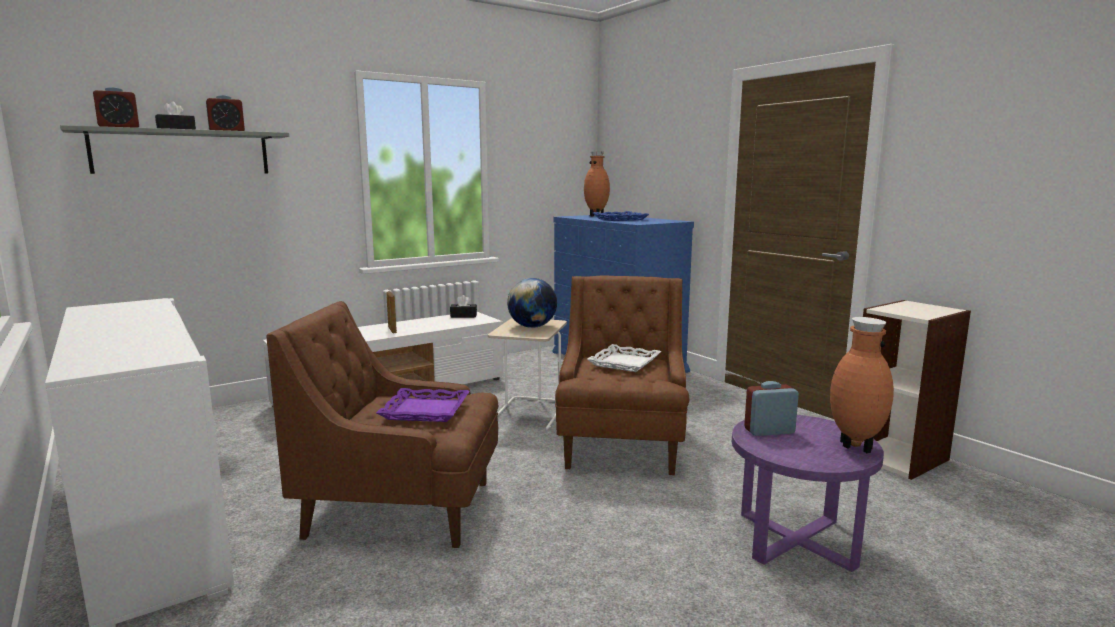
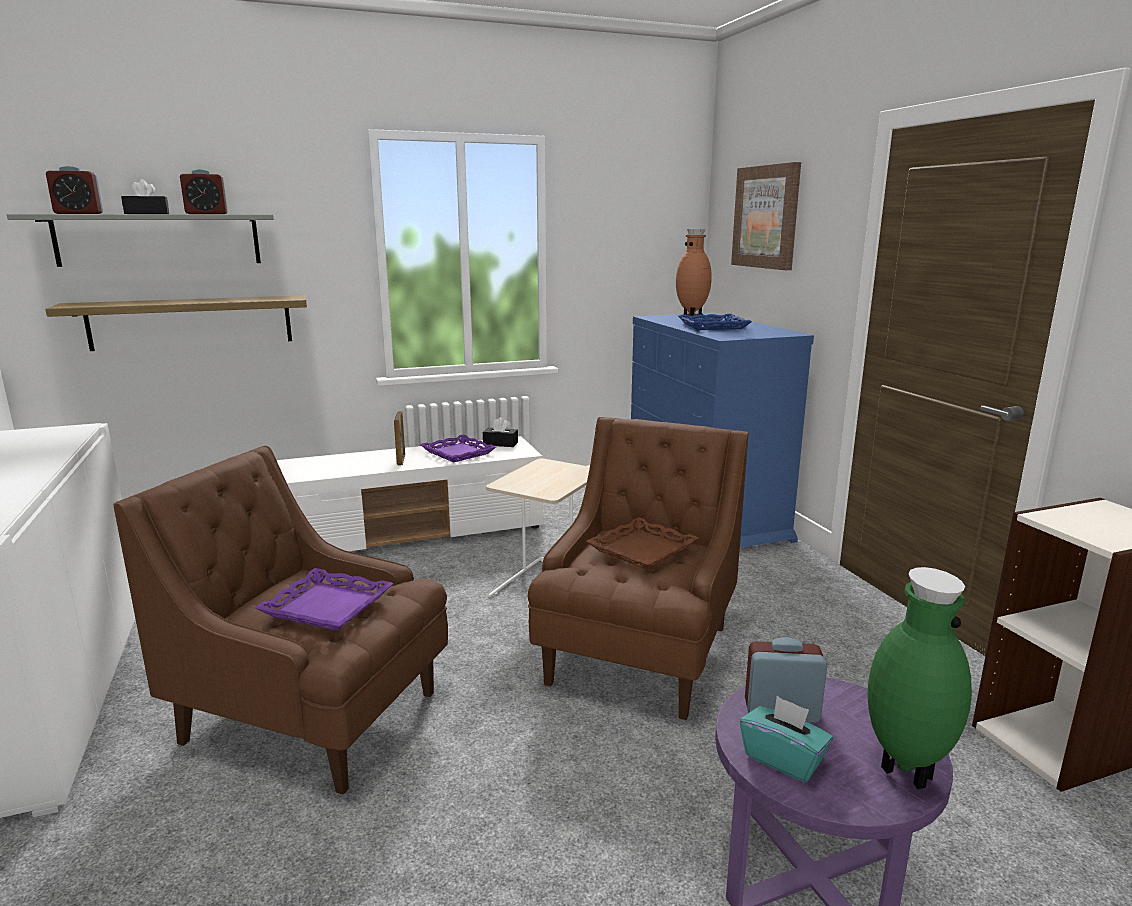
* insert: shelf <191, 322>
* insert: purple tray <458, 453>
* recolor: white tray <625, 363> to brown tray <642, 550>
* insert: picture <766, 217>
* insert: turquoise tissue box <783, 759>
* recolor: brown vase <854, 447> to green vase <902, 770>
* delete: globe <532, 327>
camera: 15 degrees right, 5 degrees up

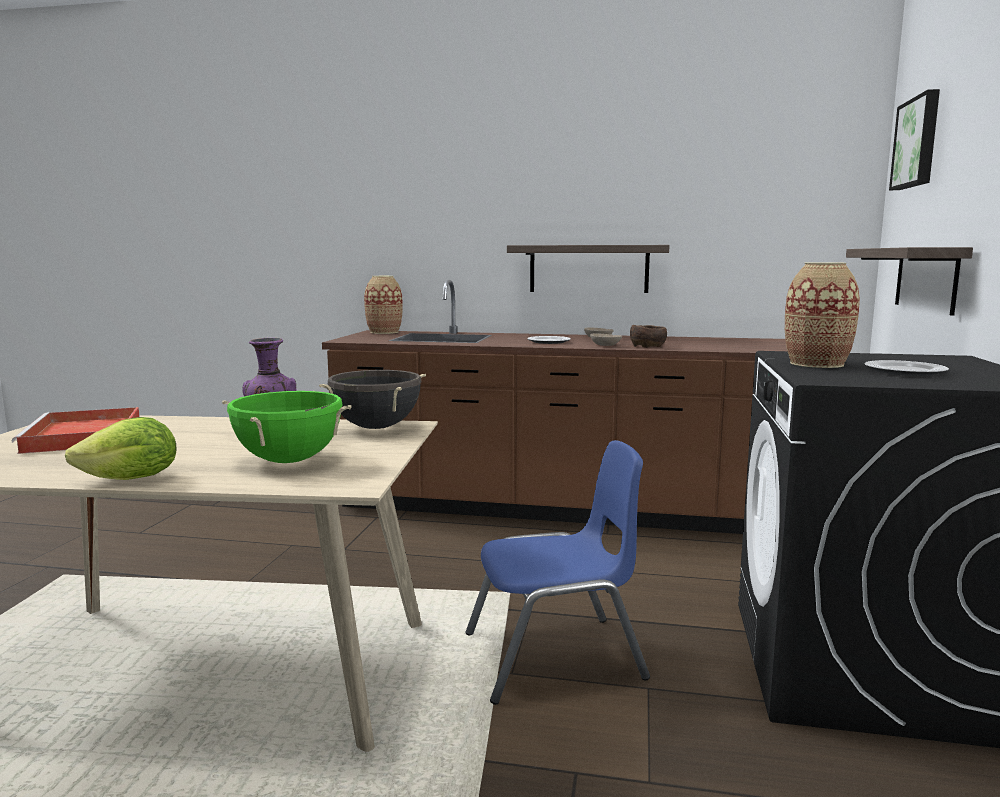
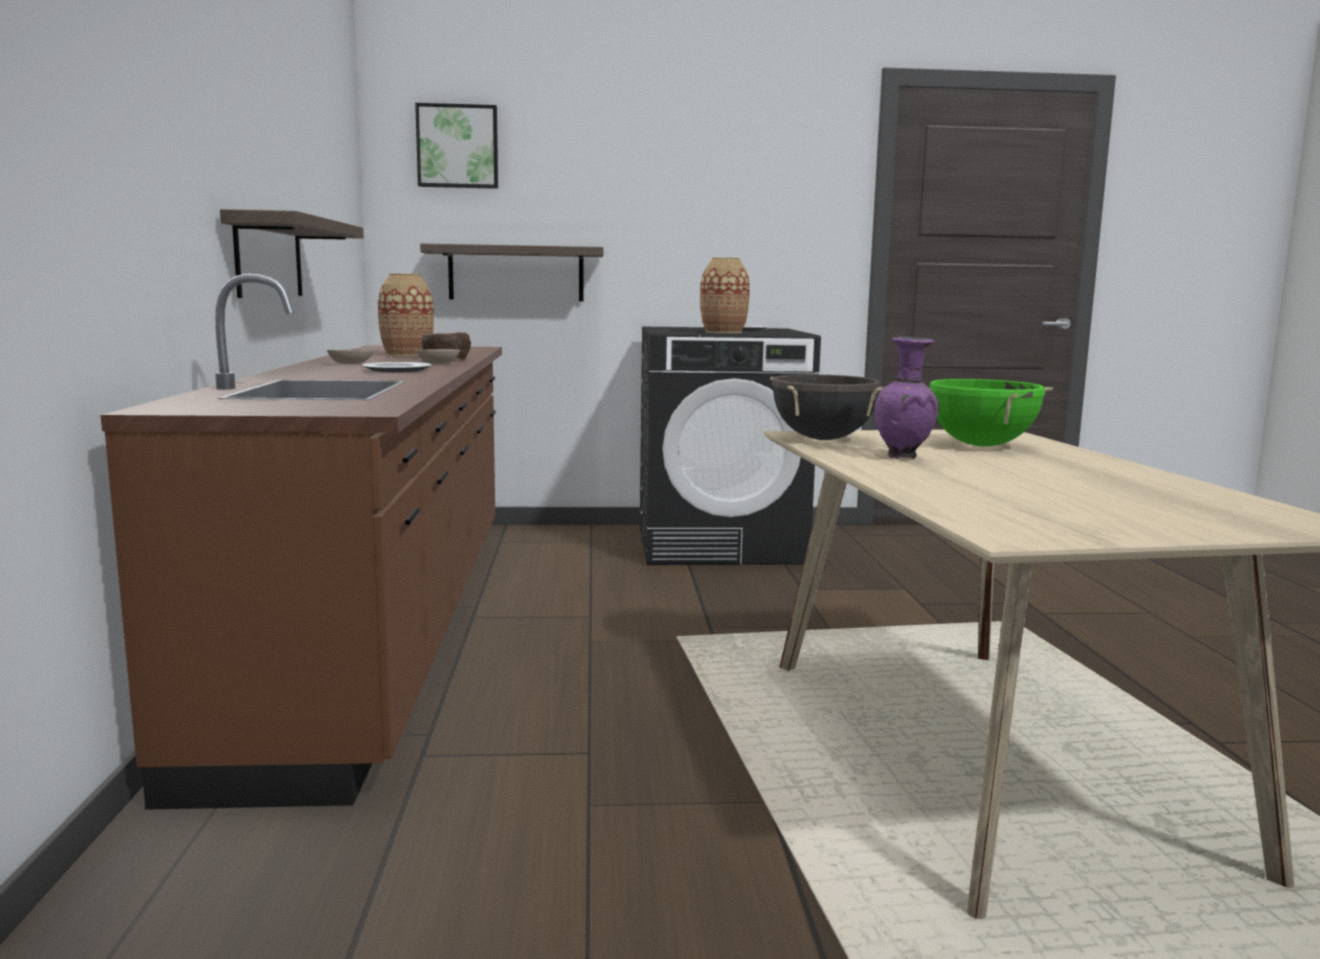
* move: vase <384, 332> to <407, 355>
* delete: red tray <84, 436>
* delete: lettuce <131, 480>
* delete: blue chair <554, 657>
camera: 105 degrees left, 0 degrees up

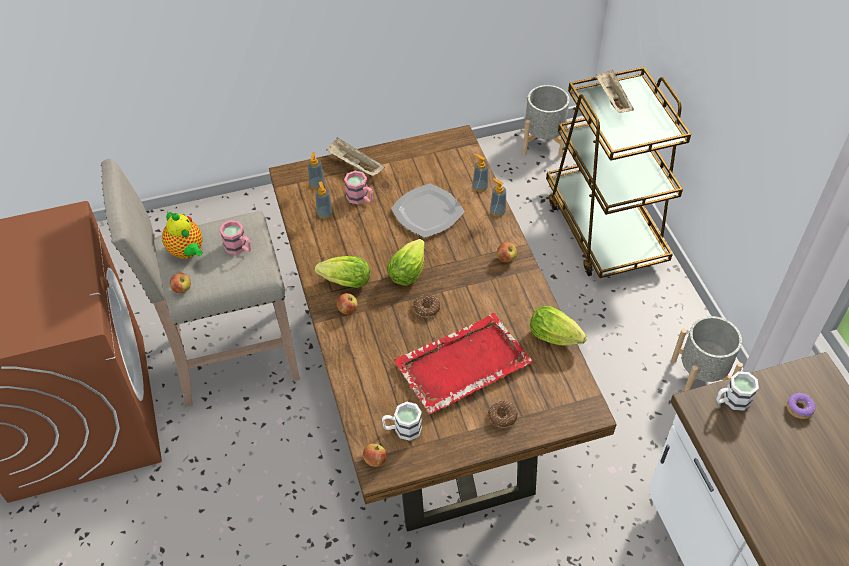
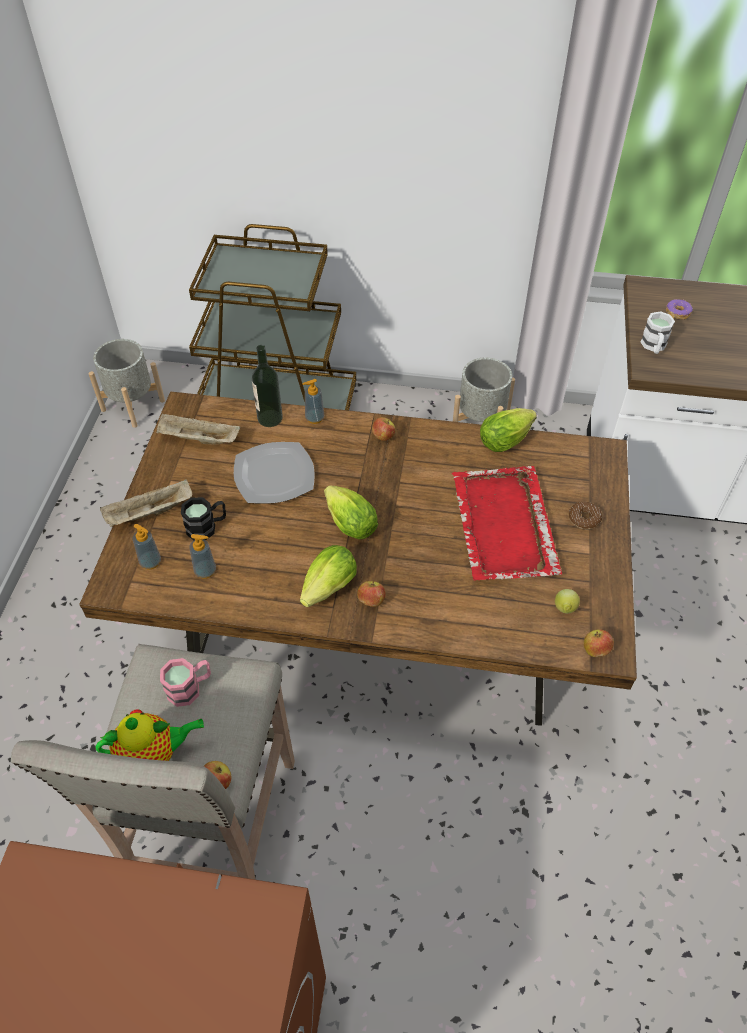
* move: beige tray <612, 99> to <198, 439>
* recolor: pink mug <360, 198> to black mug <207, 527>
* replace: soap dispenser <480, 187> to bottle <270, 418>
* replace: white mug <402, 429> to lemon <564, 609>
* delete: donut <426, 308>
camera: 65 degrees left, 0 degrees up

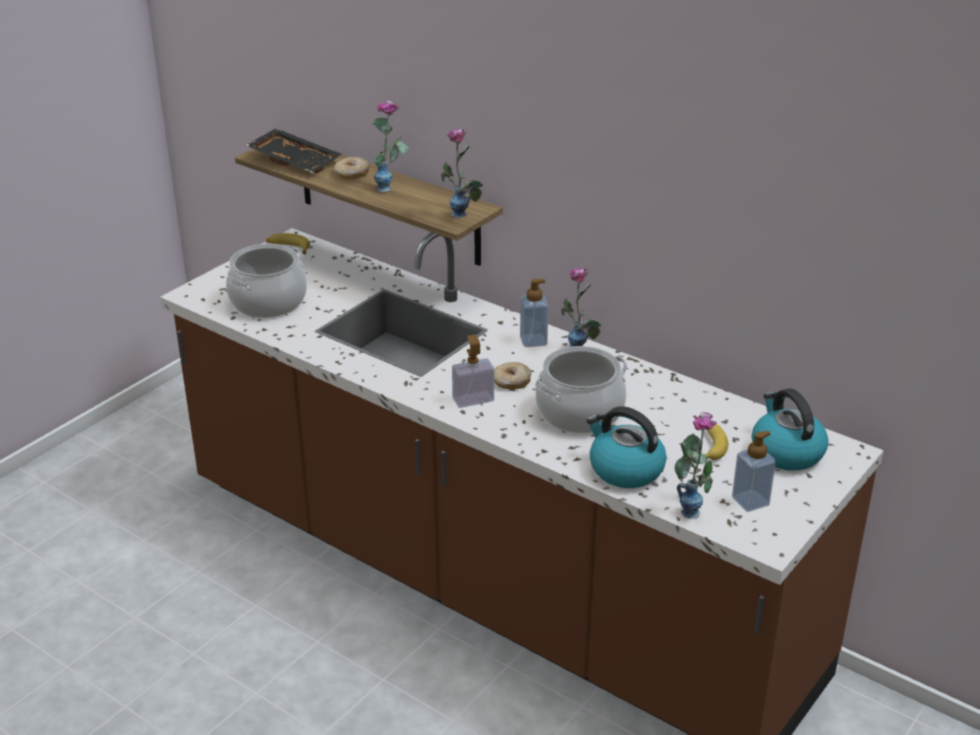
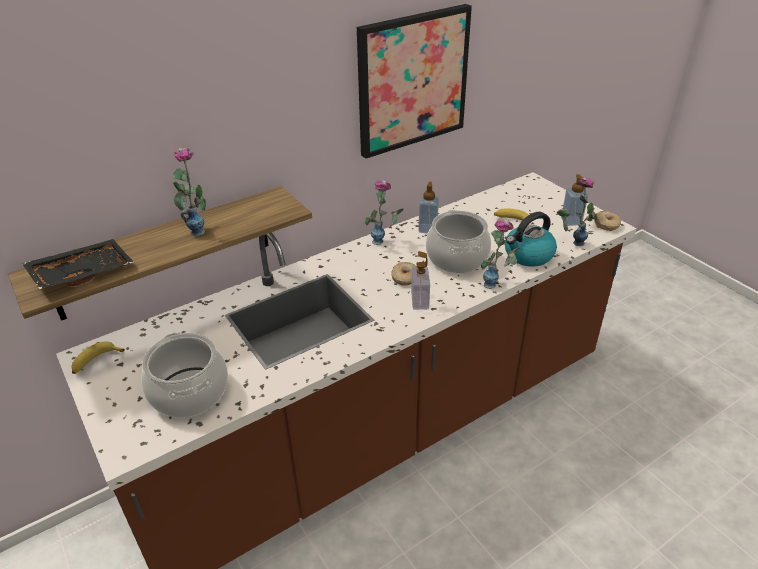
* insert: picture <412, 80>
* move: soap dispenser <533, 341> to <428, 229>
* move: vase <462, 219> to <498, 285>
* move: donut <352, 174> to <606, 225>
* delete: kettle <786, 452>
camera: 70 degrees left, 5 degrees up

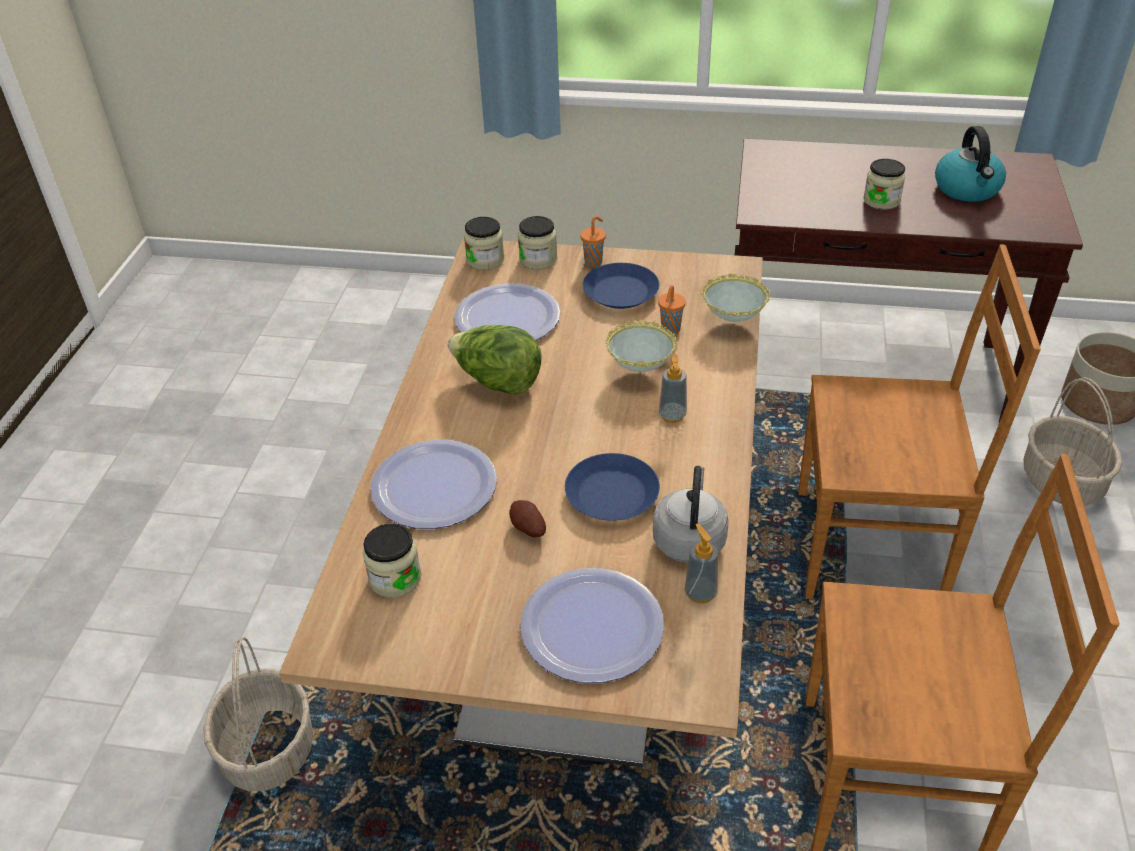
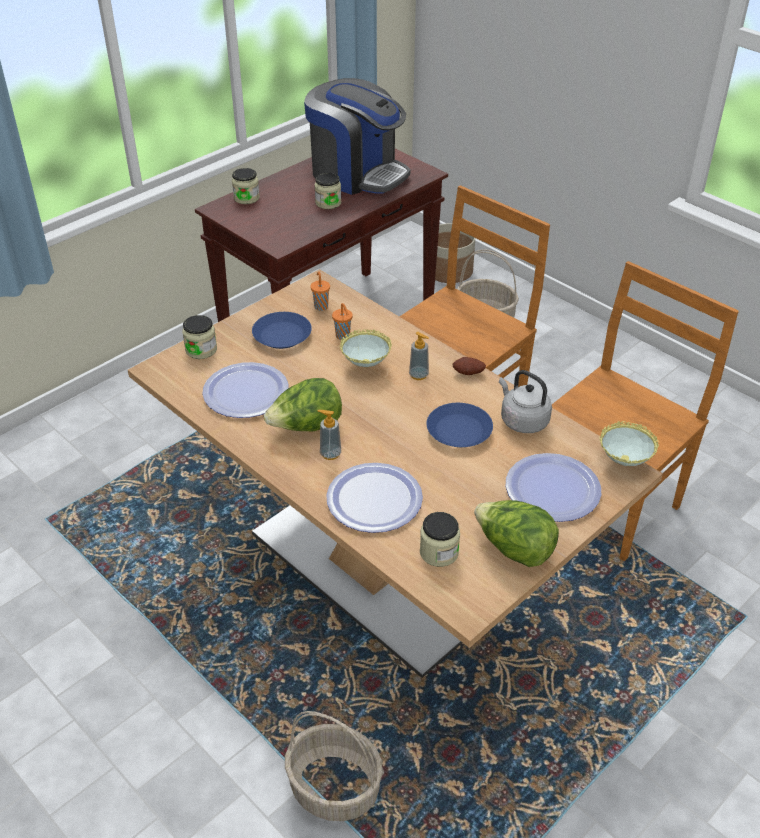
* move: jar <485, 260> to <246, 198>
* replace: kettle <967, 189> to coffee machine <357, 173>
* move: orange cup <594, 262> to <321, 306>
* move: soap dispenser <700, 593> to <330, 454>
* move: potato <527, 529> to <468, 374>
* insert: lettuce <514, 550>
* move: bowl <733, 322> to <624, 463>
camera: 55 degrees left, 0 degrees up

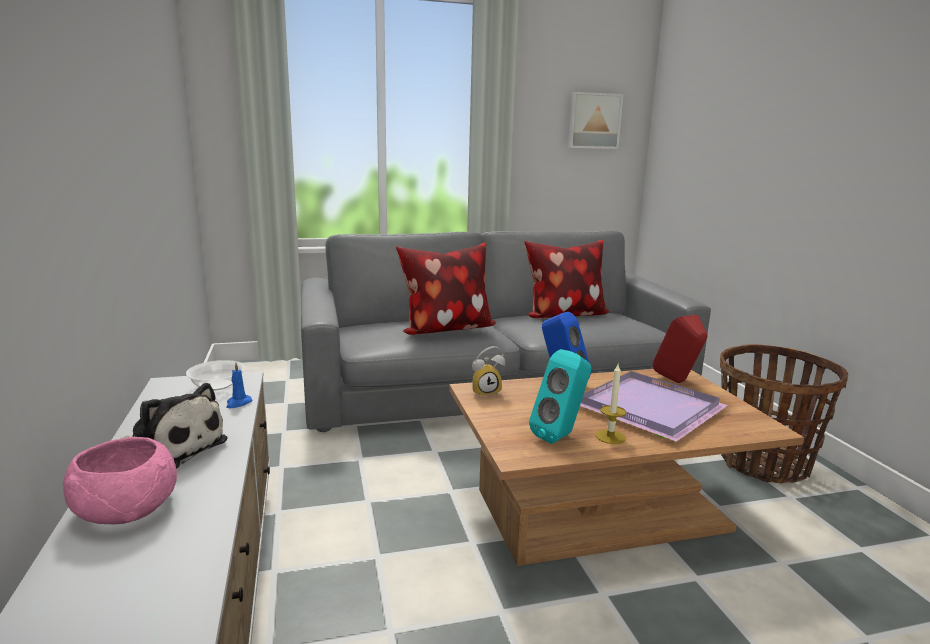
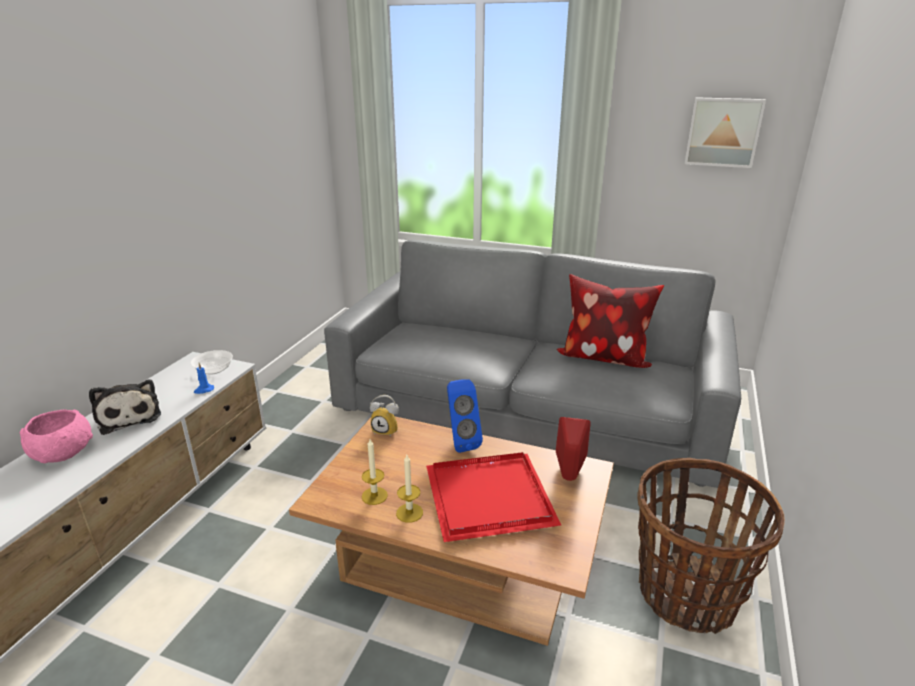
* replace: turquoise speaker <561, 436> to candle <374, 496>
* recolor: purple tray <647, 407> to red tray <490, 496>
* delete: pillow <445, 329>
camera: 35 degrees right, 10 degrees up

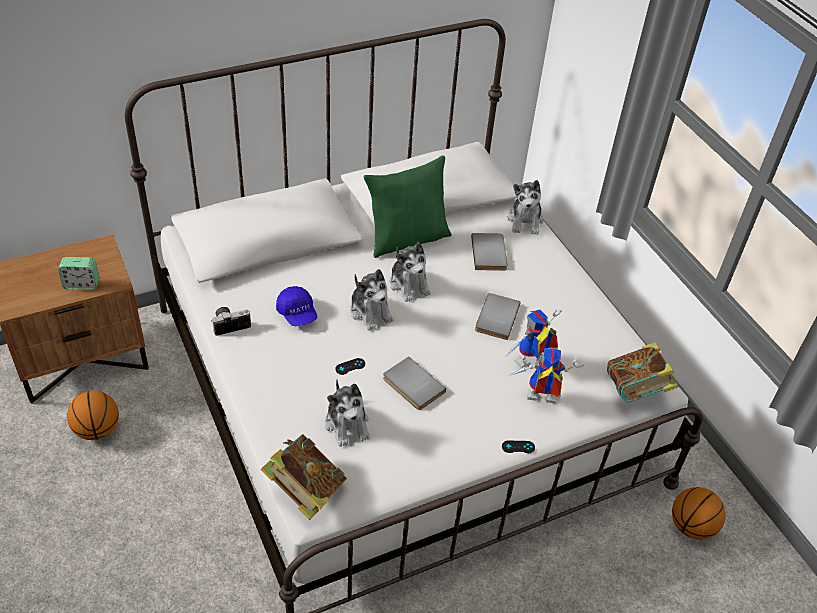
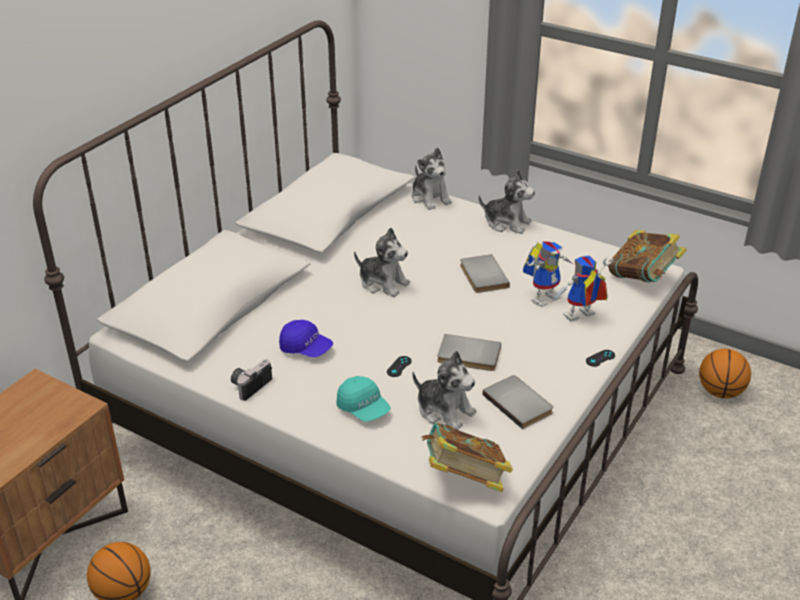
* insert: turquoise cap <363, 409>
* move: plush toy <370, 312> to <506, 223>
* move: grey book <490, 253> to <519, 403>
* rotate: toy robot <529, 363> = <544, 296> 150 degrees counterclockwise
* delete: alarm clock <82, 284>
* delete: green pillow <407, 238>
camera: 30 degrees left, 10 degrees down

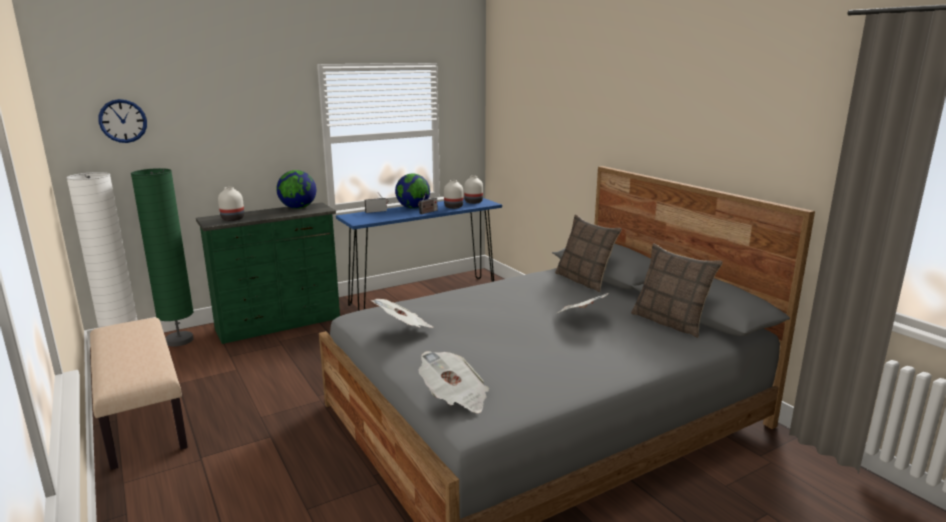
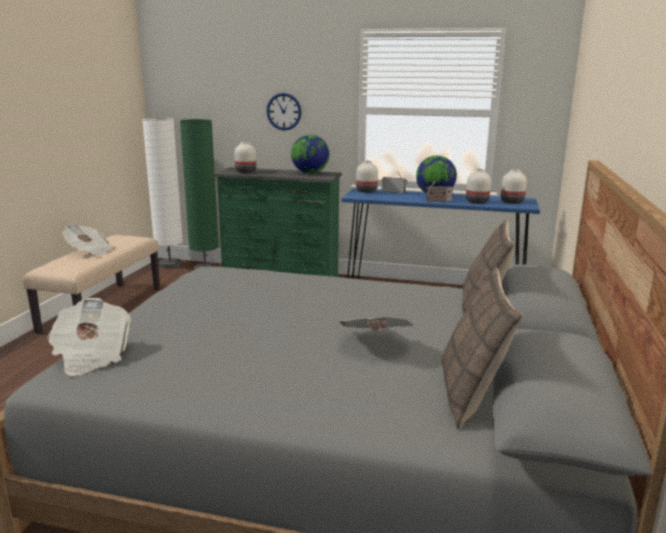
* move: newspaper <403, 328> to <89, 252>
* move: wall clock <123, 121> to <284, 111>
* insert: white vase <366, 191>
camera: 45 degrees right, 0 degrees up

